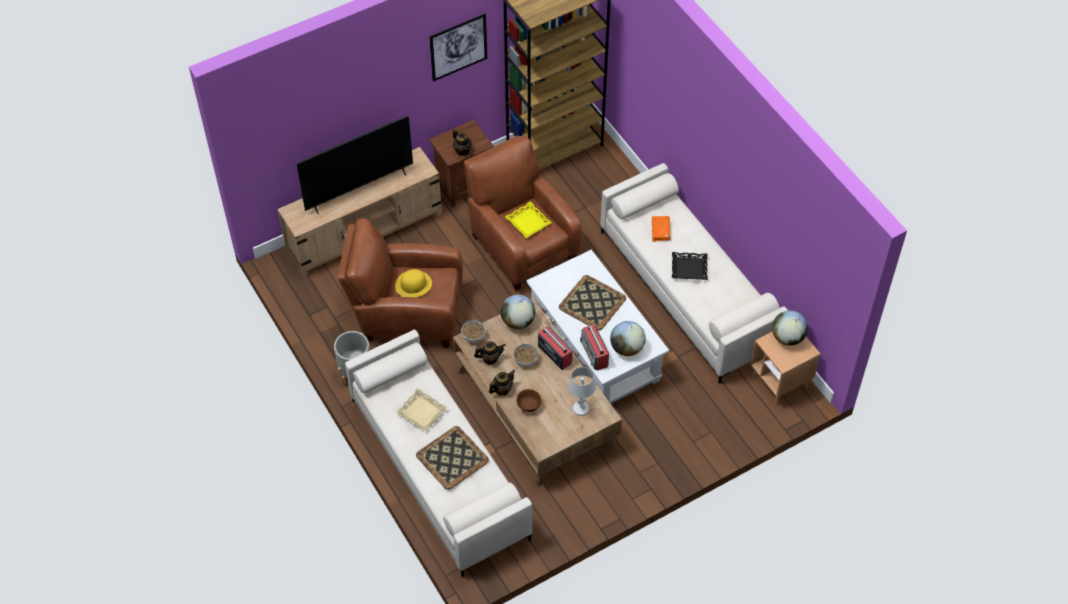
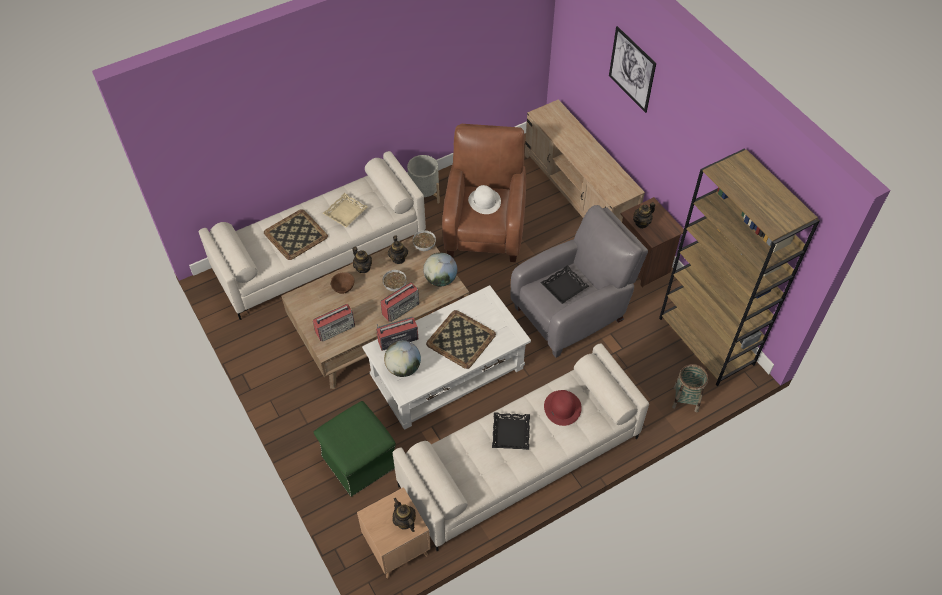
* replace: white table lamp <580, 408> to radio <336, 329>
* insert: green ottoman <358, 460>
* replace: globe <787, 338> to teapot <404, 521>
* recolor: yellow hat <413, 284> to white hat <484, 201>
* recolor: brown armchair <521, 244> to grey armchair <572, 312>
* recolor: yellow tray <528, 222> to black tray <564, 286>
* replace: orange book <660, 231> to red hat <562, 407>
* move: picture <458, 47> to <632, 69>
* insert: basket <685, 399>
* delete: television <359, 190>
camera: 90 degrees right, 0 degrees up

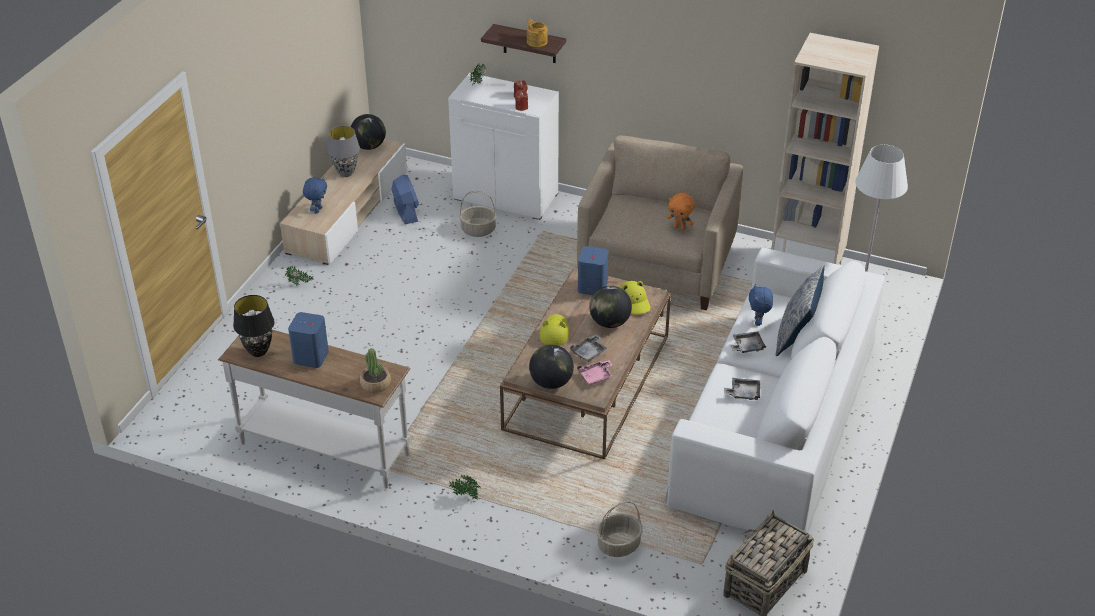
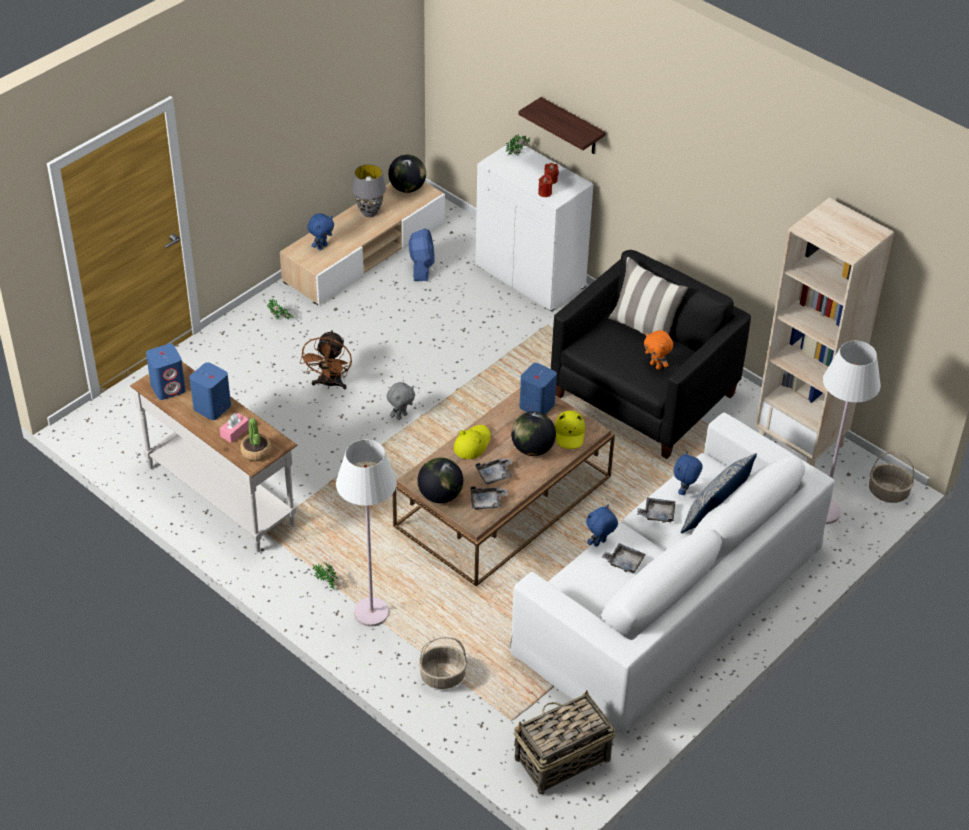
* replace: black table lamp <258, 351> to blue speaker <168, 388>
* insert: pink tissue box <235, 432>
* insert: brown fan <329, 384>
* insert: white floor lamp <371, 612>
* insert: grey plush toy <401, 416>
* recolor: pink tray <596, 376> to grey tray <487, 502>
* recolor: beige armchair <657, 266> to black armchair <644, 396>
* insert: blue plush toy <600, 543>
* insert: pillow <644, 328>
* move: basket <478, 230> to <888, 492>
* delete: teapot <537, 41>
camera: 20 degrees right, 5 degrees up

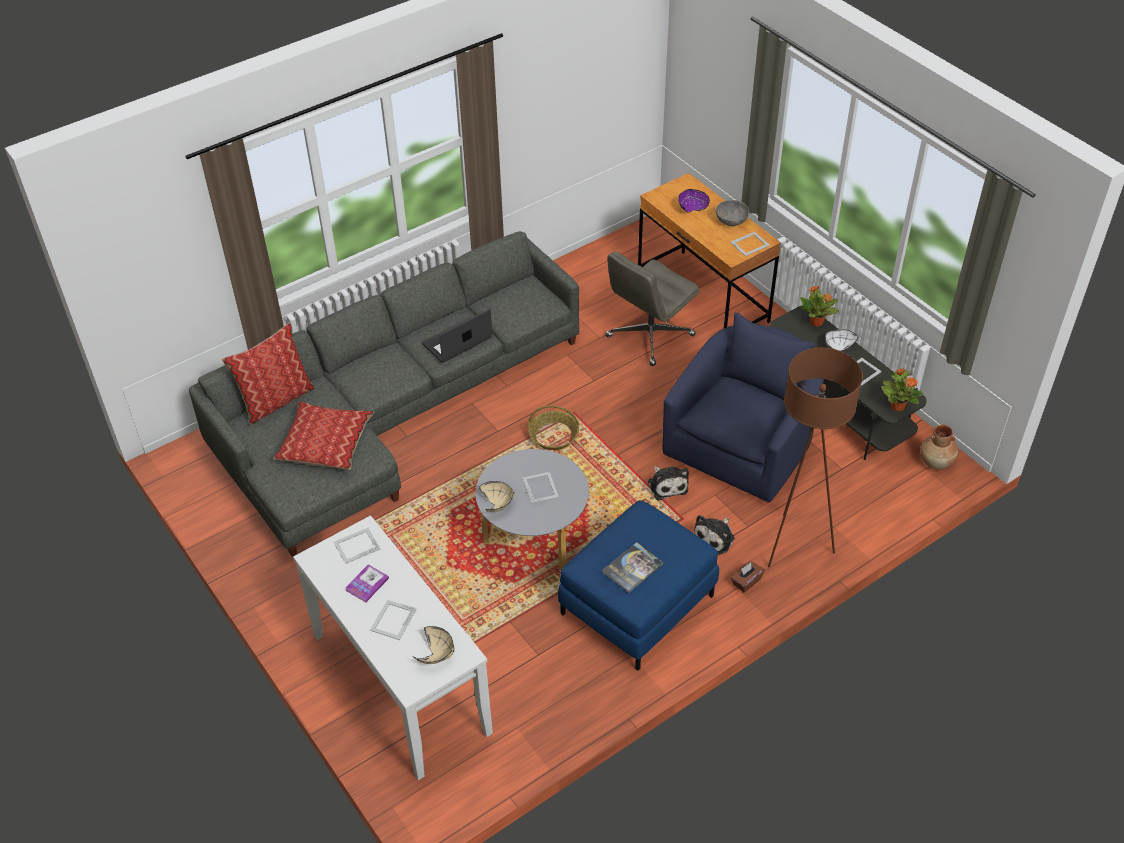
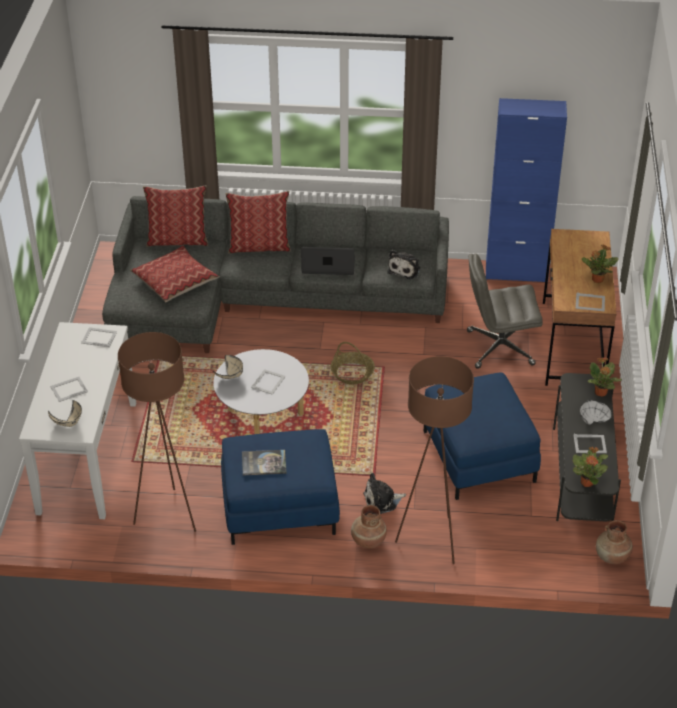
* insert: brown floor lamp <168, 515>
* insert: pillow <259, 246>
* replace: brown tissue box <746, 582> to brown vase <368, 541>
* move: plush toy <667, 485> to <405, 269>
* replace: blue armchair <744, 443> to blue ottoman <479, 456>
* insert: blue cabinet <516, 272>
* replace: grey bowl <731, 221> to potted plant <597, 280>
* delete: book <367, 584>
* delete: purple bowl <691, 208>
camera: 40 degrees right, 5 degrees down

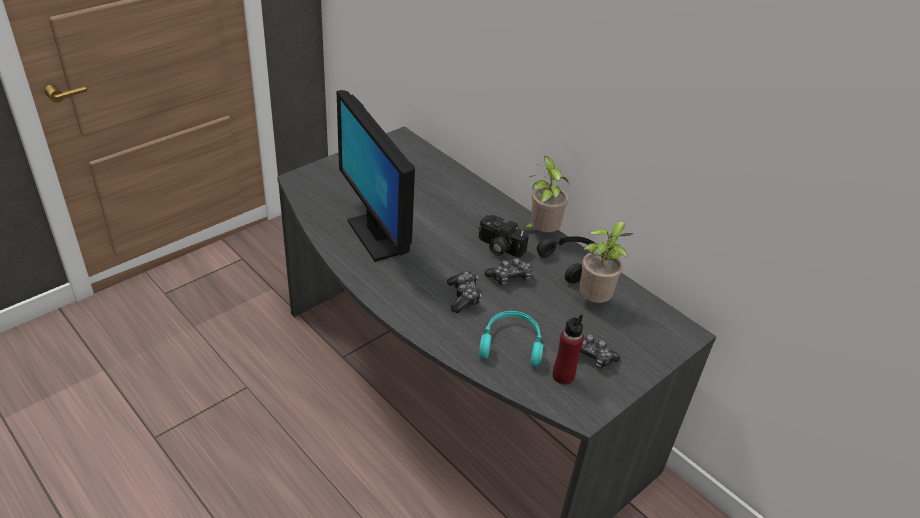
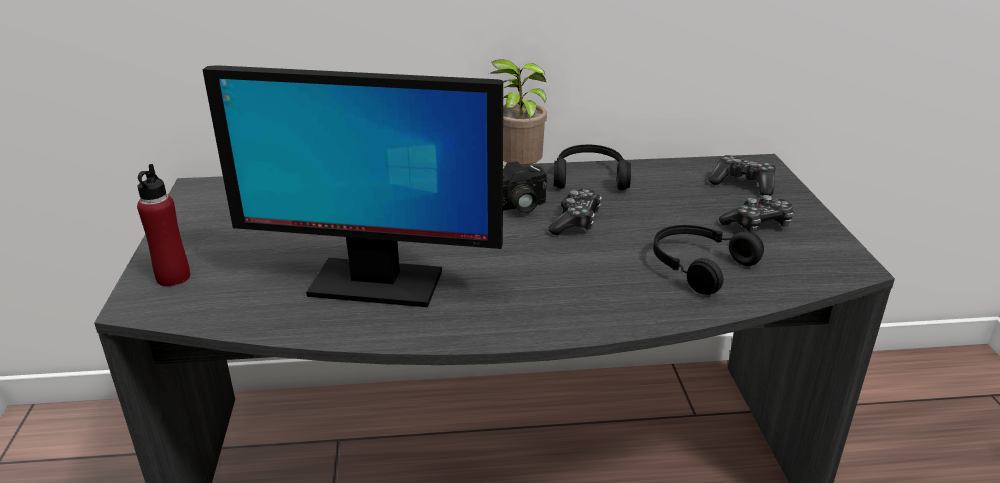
* move: red bottle <563, 376> to <173, 277>
* recolor: turquoise headphones <511, 344> to black headphones <697, 266>
* move: game controller <463, 296> to <743, 184>
* delete: potted plant <595, 301>
camera: 50 degrees left, 10 degrees down

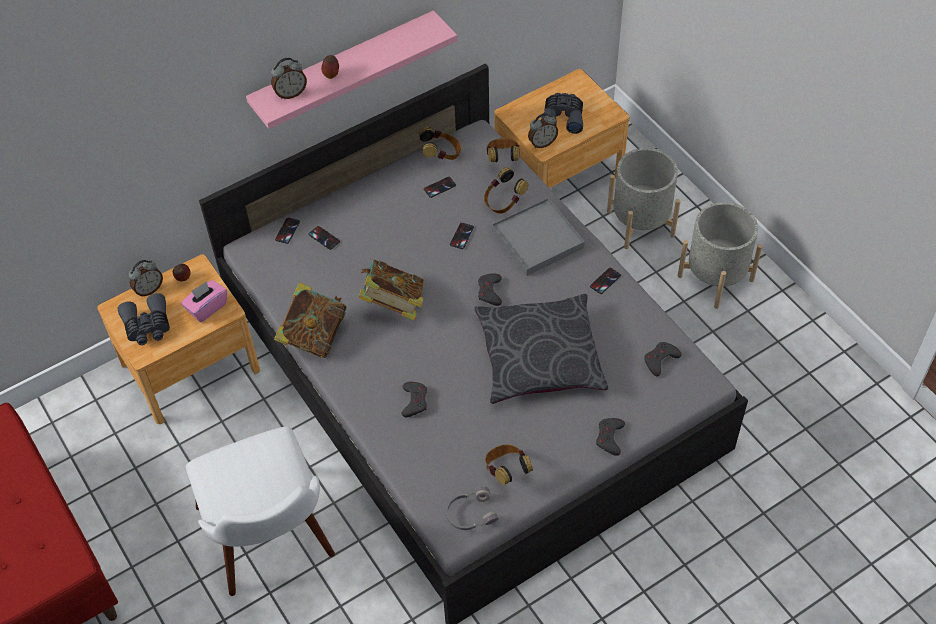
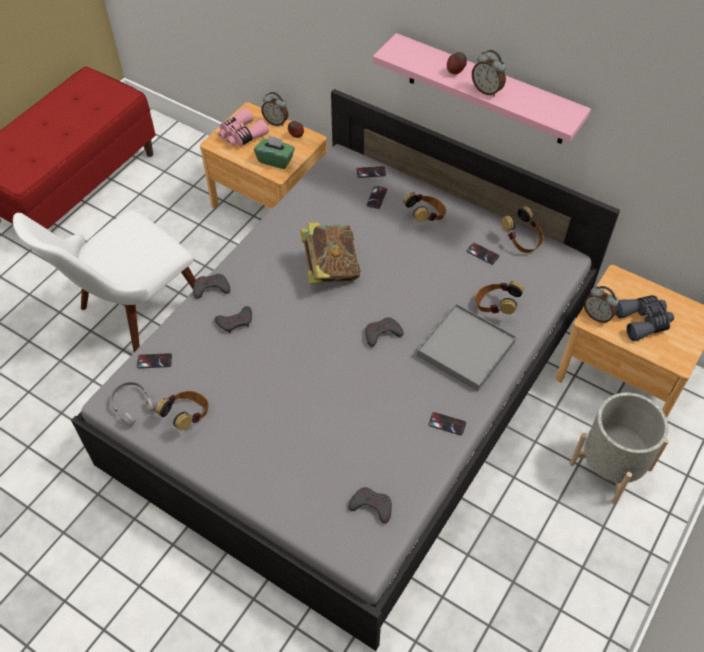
* move: phone <461, 236> to <154, 361>
* move: grey game controller <609, 438> to <211, 288>
* recolor: grey binoculars <147, 326> to pink binoculars <241, 135>
* recolor: pink tissue box <207, 307> to green tissue box <275, 160>
* move: headphones <503, 159> to <425, 217>
* move: alarm clock <290, 93> to <487, 90>
* delete: book <313, 336>
* delete: grey pillow <539, 357>
* delete: grey planter <715, 278>
camera: 65 degrees right, 0 degrees up

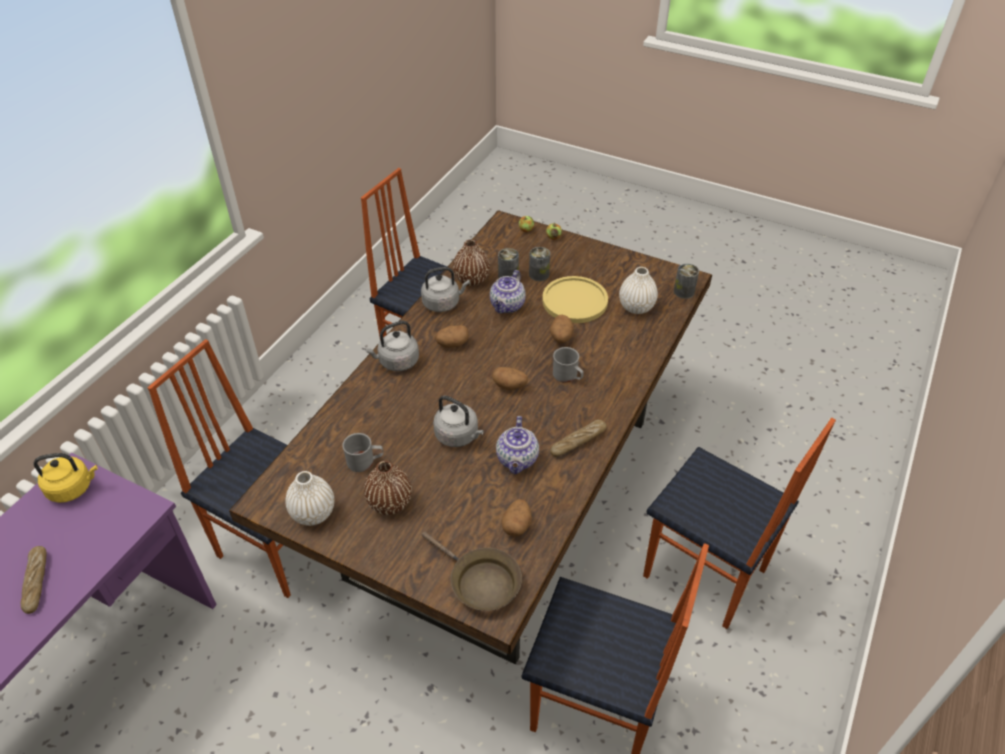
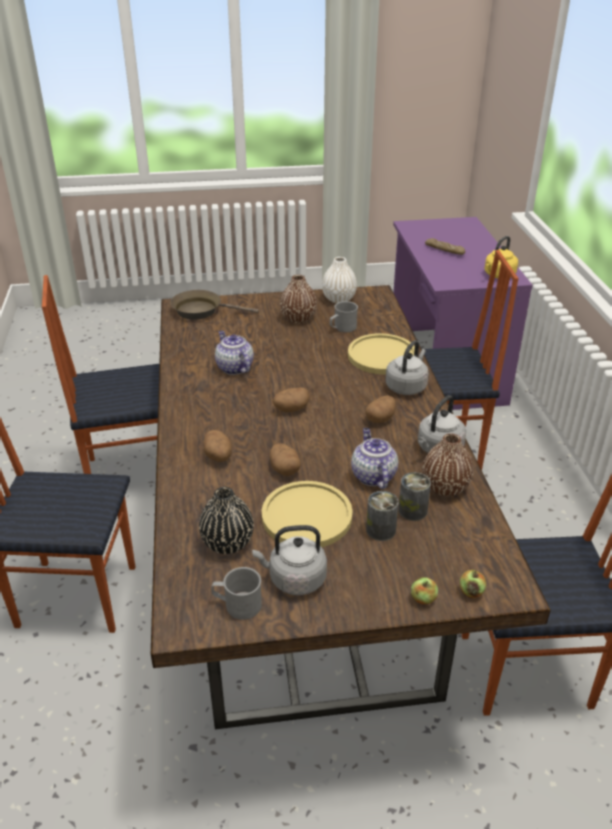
* recolor: white vase <636, 307> to black vase <227, 543>
* move: potato <517, 525> to <218, 456>
* move: grey mug <568, 376> to <237, 605>
* move: grey kettle <458, 436> to <294, 579>
* insert: yellow plate <382, 355>
* delete: bread <578, 442>
* delete: can <684, 292>
camera: 145 degrees right, 10 degrees down

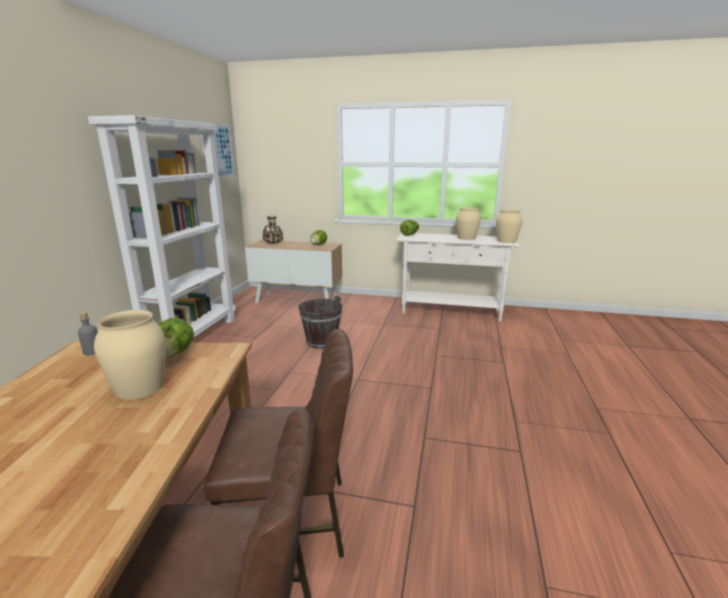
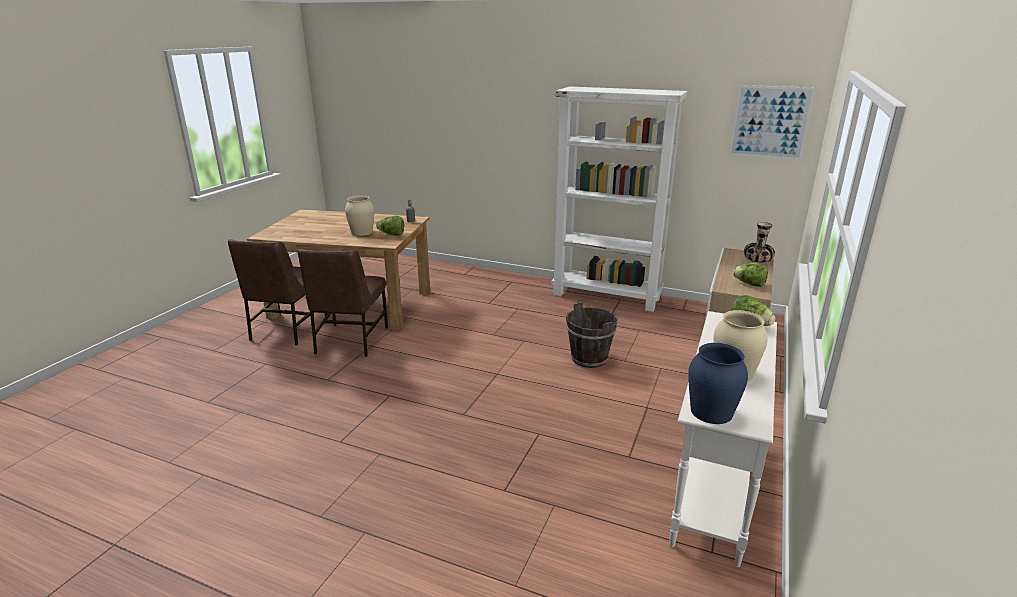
* recolor: beige vase <506, 241> to blue vase <711, 411>
camera: 100 degrees right, 5 degrees up

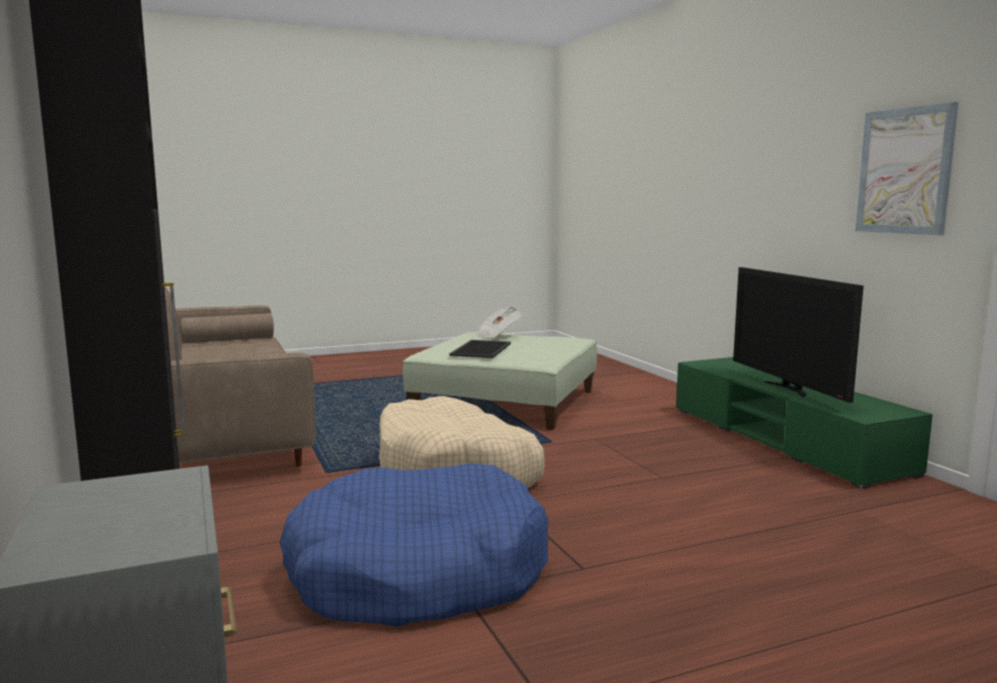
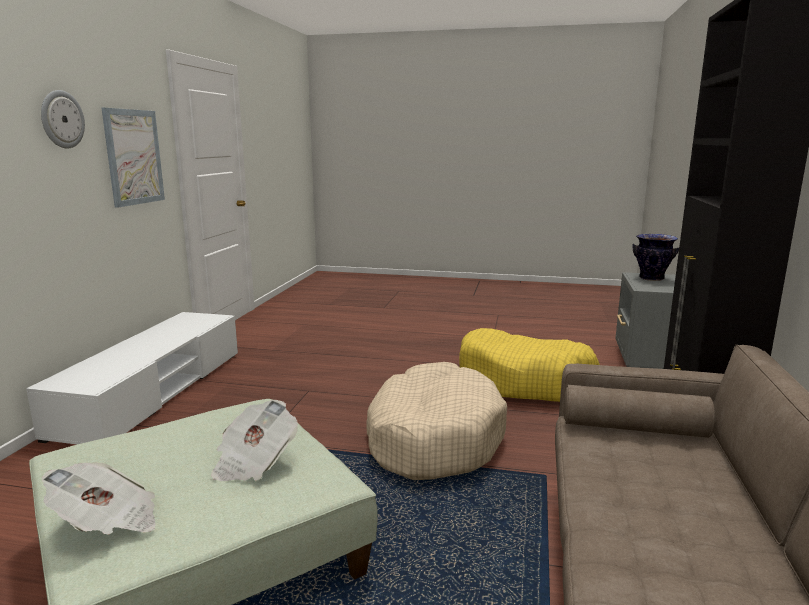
* recolor: green tv stand <783, 439> to white tv stand <154, 392>
* insert: wall clock <61, 119>
* replace: tray <480, 349> to newspaper <254, 462>
* recolor: blue dog bed <417, 573> to yellow dog bed <524, 381>
* insert: vase <651, 278>
* delete: television <788, 389>
camera: 145 degrees left, 5 degrees up

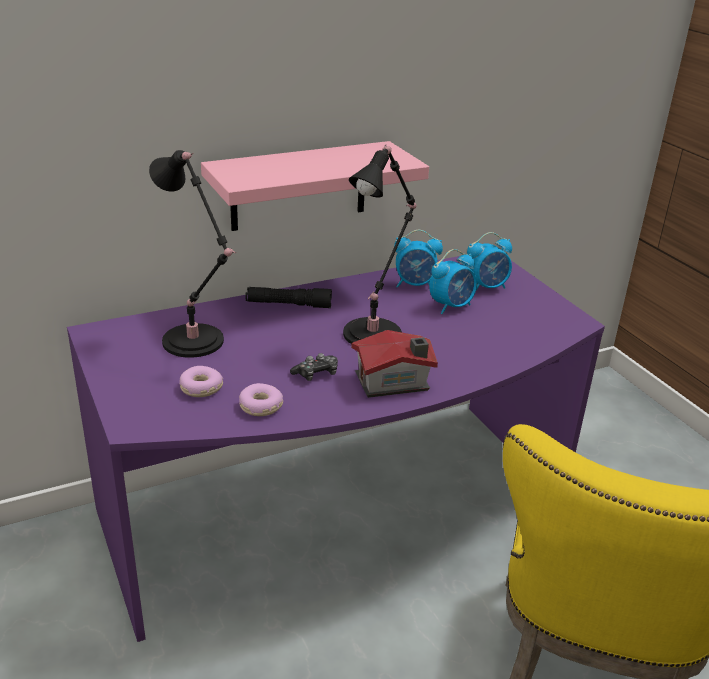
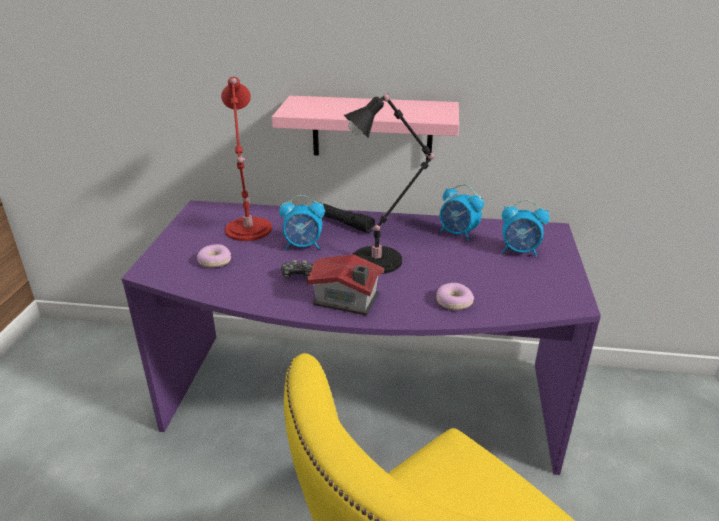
* recolor: black table lamp <196, 343> to red table lamp <248, 231>
* move: alarm clock <451, 306> to <303, 246>
* move: donut <260, 406> to <453, 302>
camera: 35 degrees right, 0 degrees up

